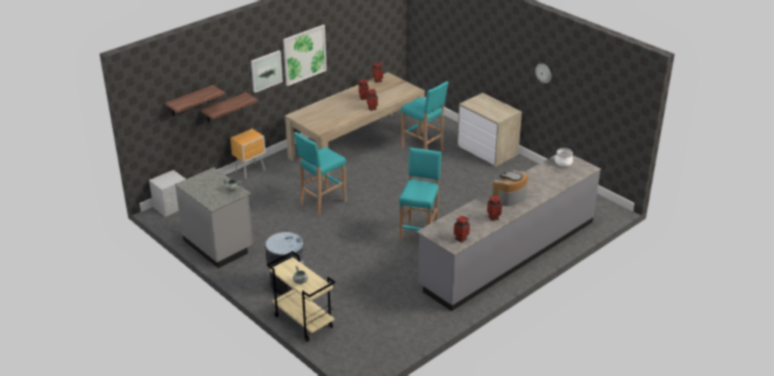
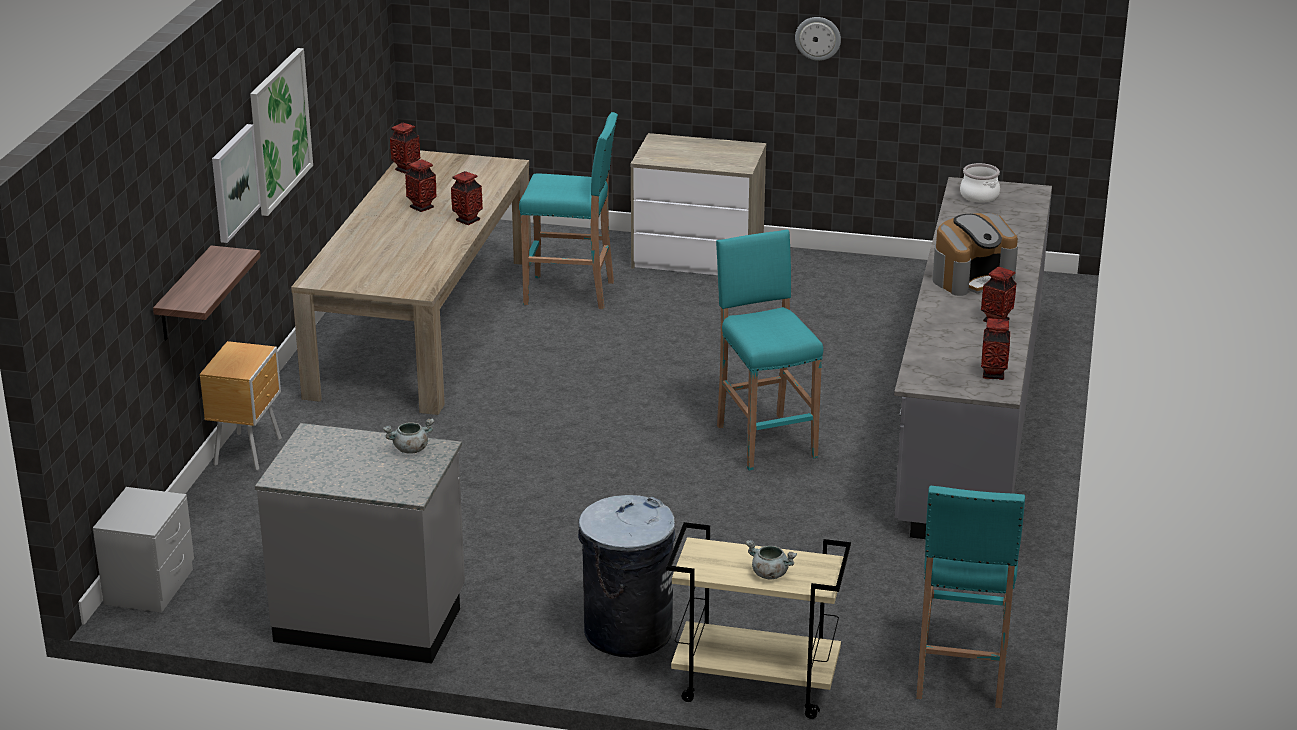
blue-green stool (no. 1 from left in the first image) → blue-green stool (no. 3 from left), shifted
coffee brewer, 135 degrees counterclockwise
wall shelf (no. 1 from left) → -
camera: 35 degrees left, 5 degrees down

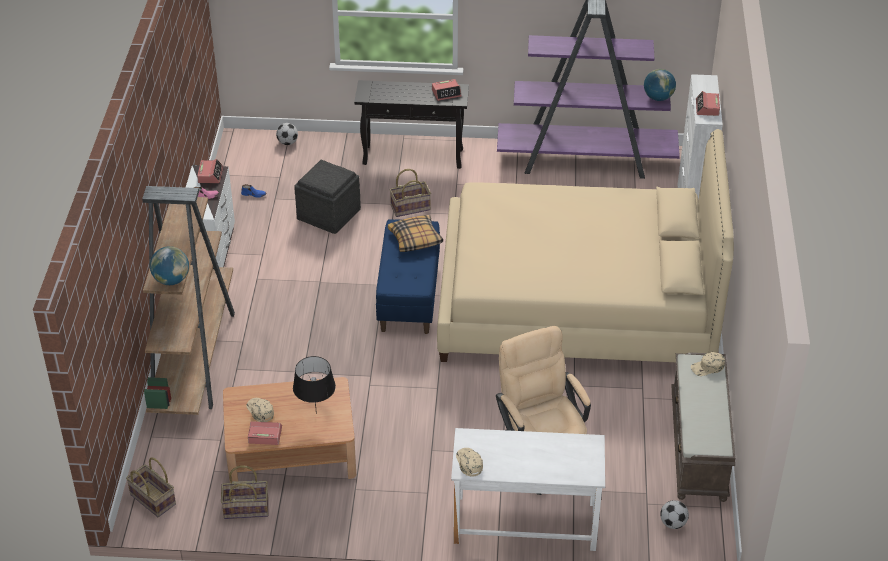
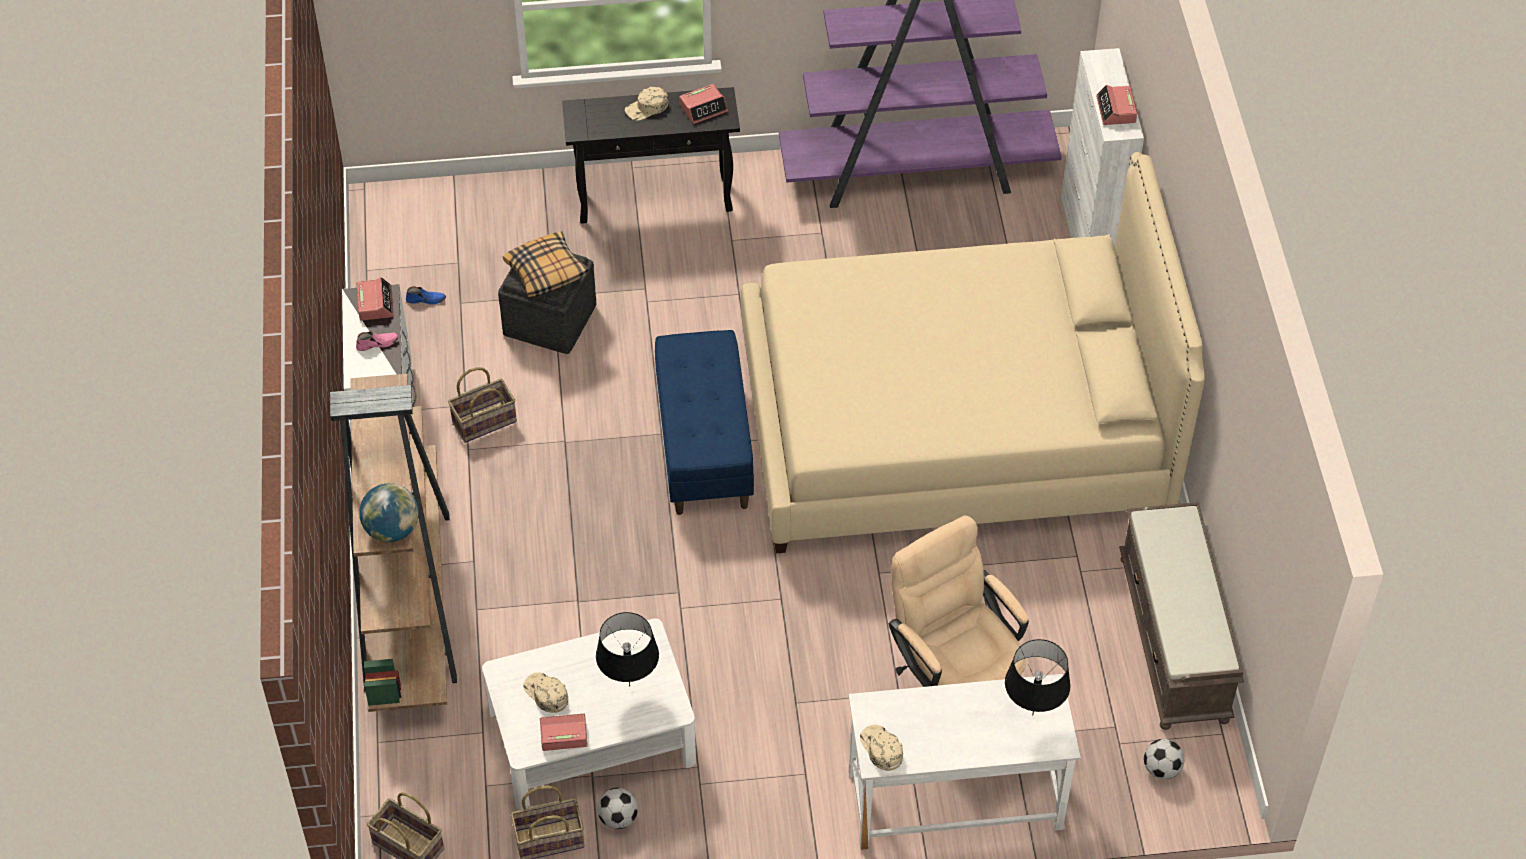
household basket (no. 3 from left in the first image) → household basket (no. 2 from left), shifted
brownish low table → white low table
throw pillow, shifted
football ball (no. 1 from left), shifted
beige cap (no. 3 from left in the first image) → beige cap (no. 2 from left), shifted
- → black-coloured lamp for a table (no. 2 from left)
world globe (no. 2 from left) → -
camera: 10 degrees left, 10 degrees up

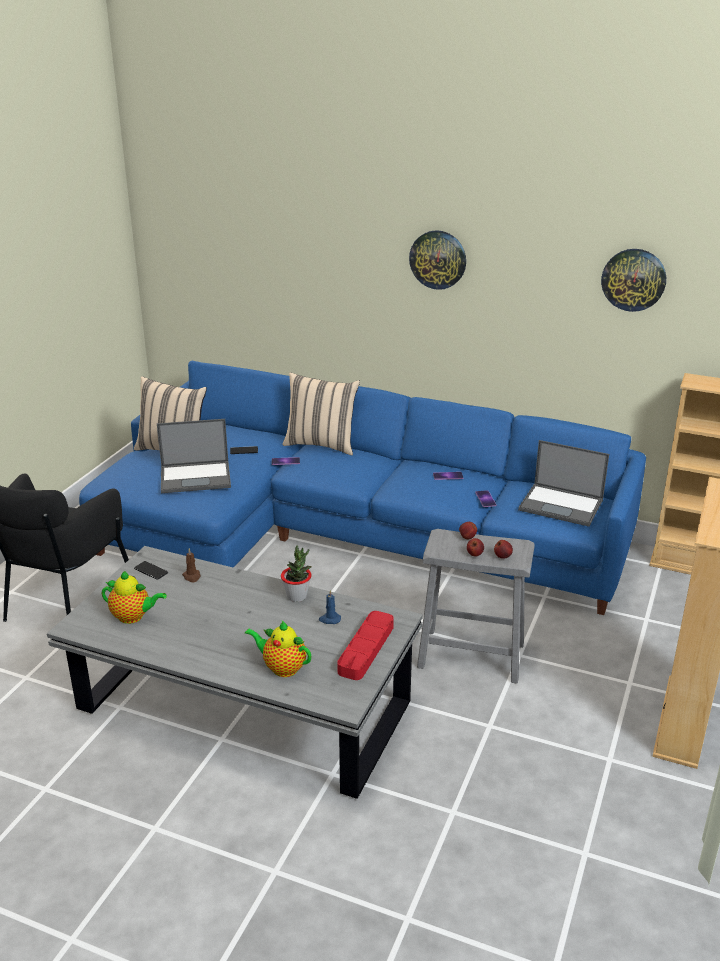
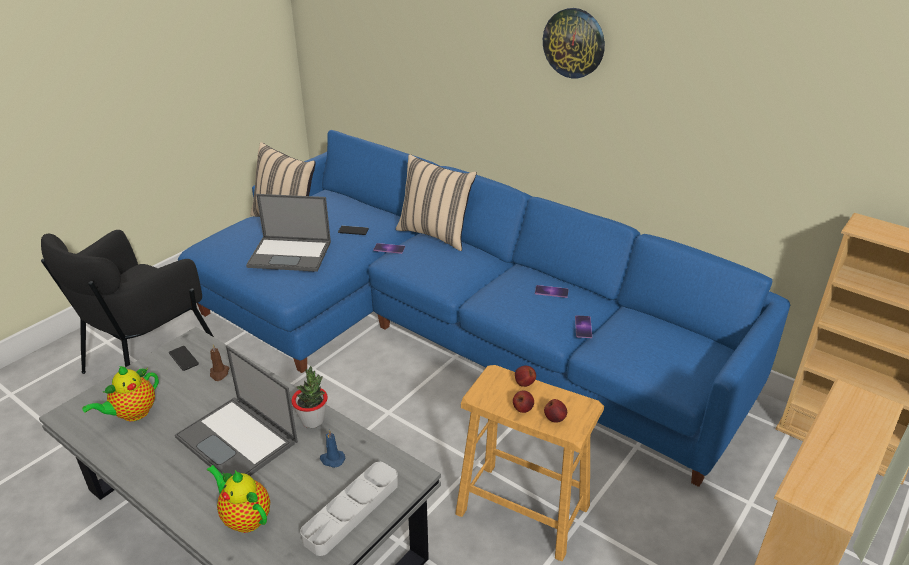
teapot (no. 1 from left), 105 degrees clockwise
laptop (no. 2 from left in the first image) → laptop (no. 1 from left), shifted
red-coloured serving tray → gray serving tray
gray stool → brownish stool
wall clock (no. 2 from left) → -
camera: 15 degrees right, 5 degrees up

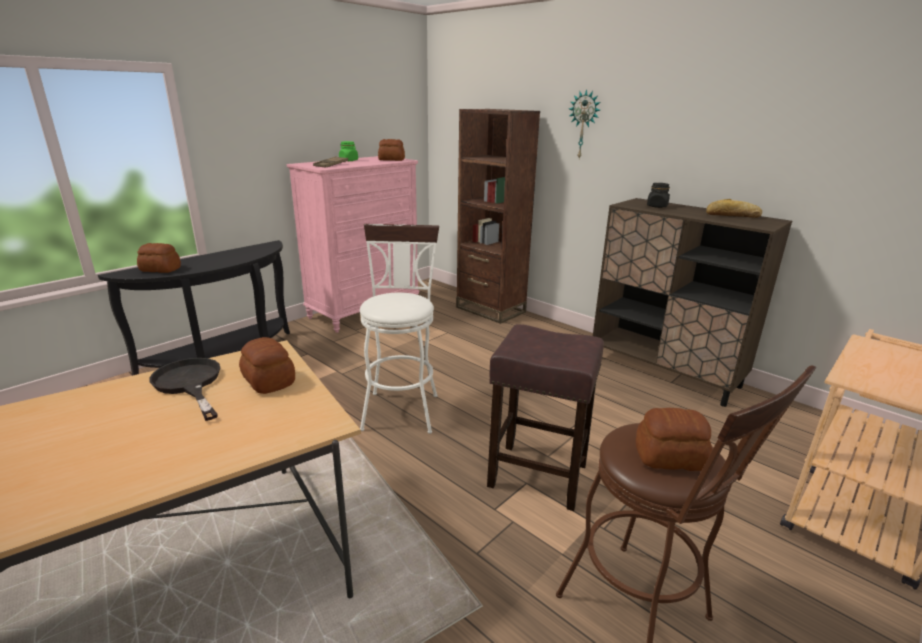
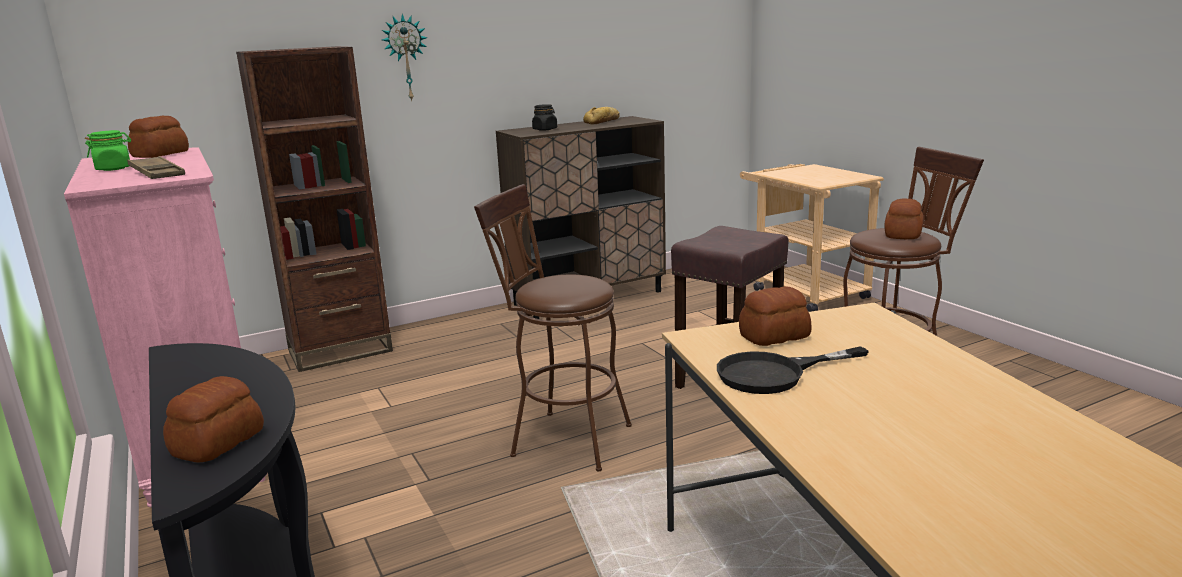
white stool → brownish stool (no. 1 from left)
camera: 70 degrees left, 5 degrees down

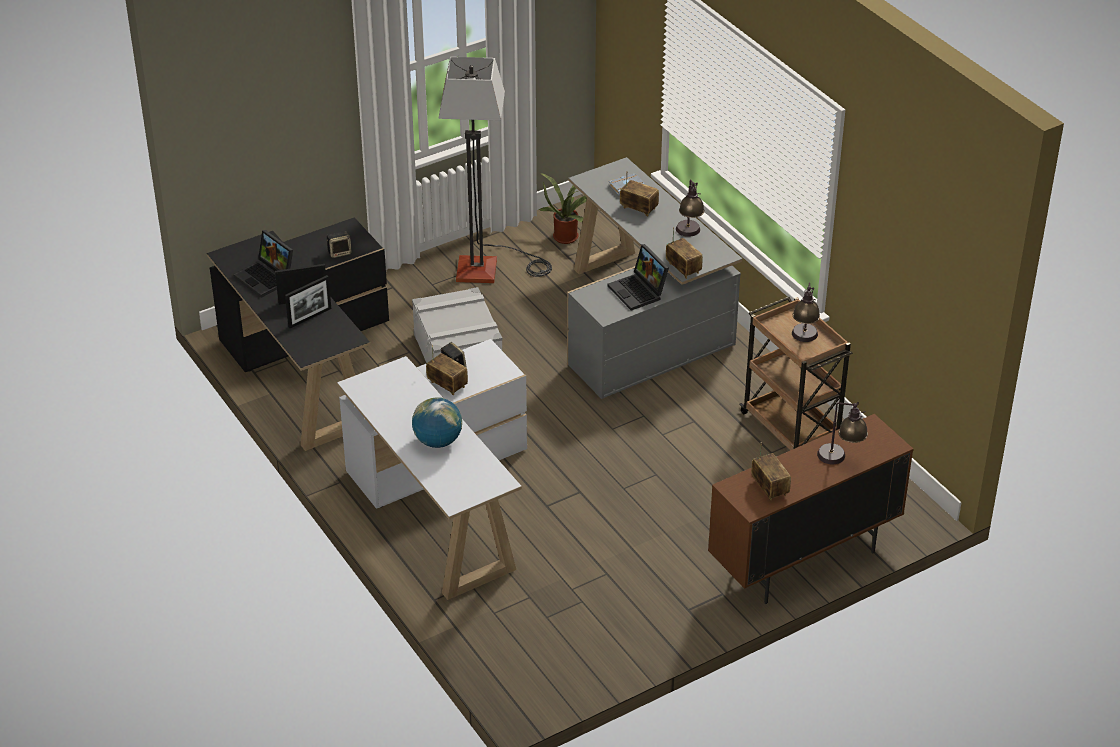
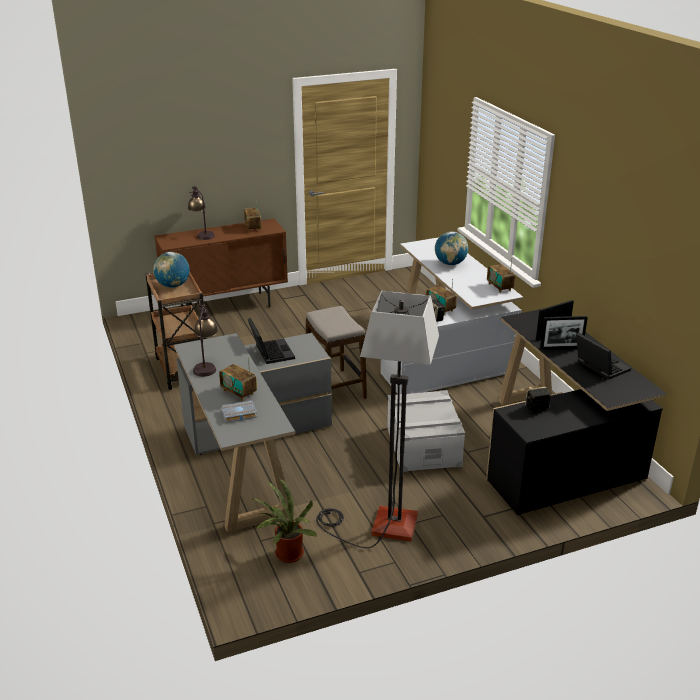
lamp for a table (no. 2 from left) → world globe (no. 1 from left)
- → stool
radio receiver (no. 3 from left in the first image) → radio receiver (no. 4 from left), shifted
camera: 170 degrees left, 10 degrees down

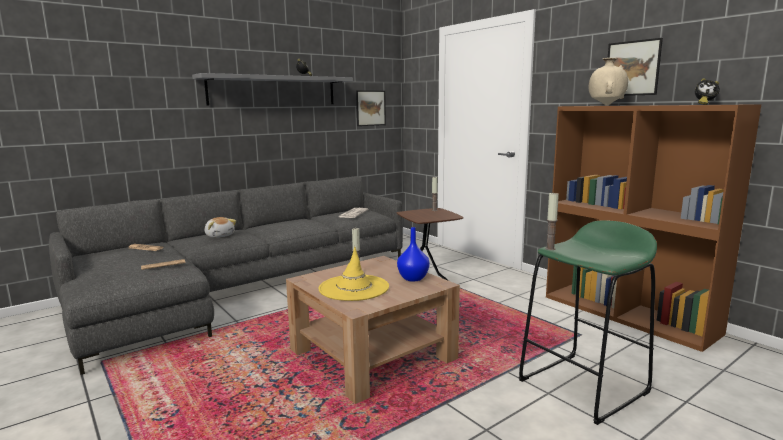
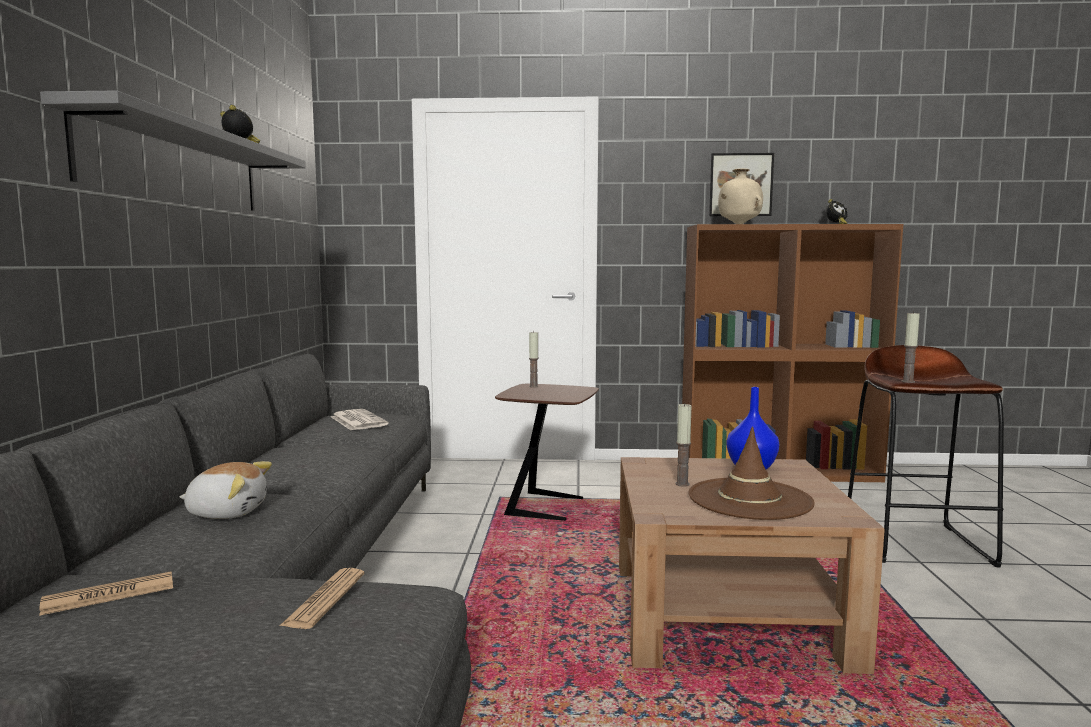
yellow hat → brownish hat
green-coloured stool → brownish stool
wall art (no. 1 from left) → -
camera: 50 degrees left, 5 degrees down

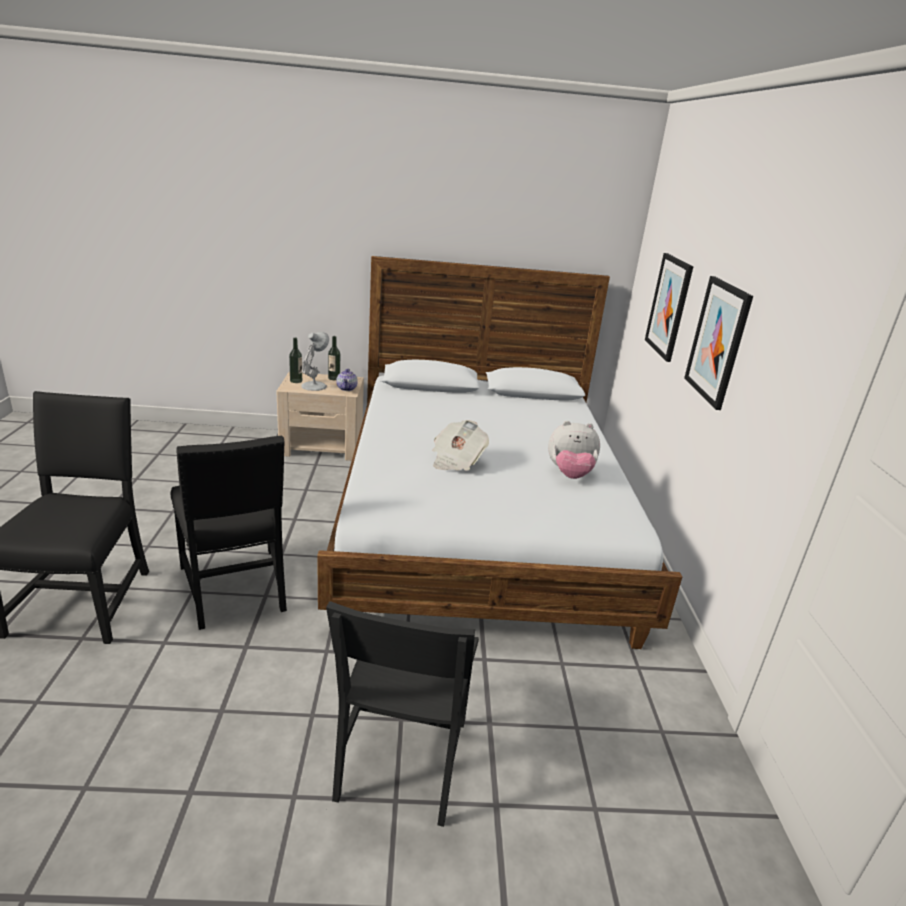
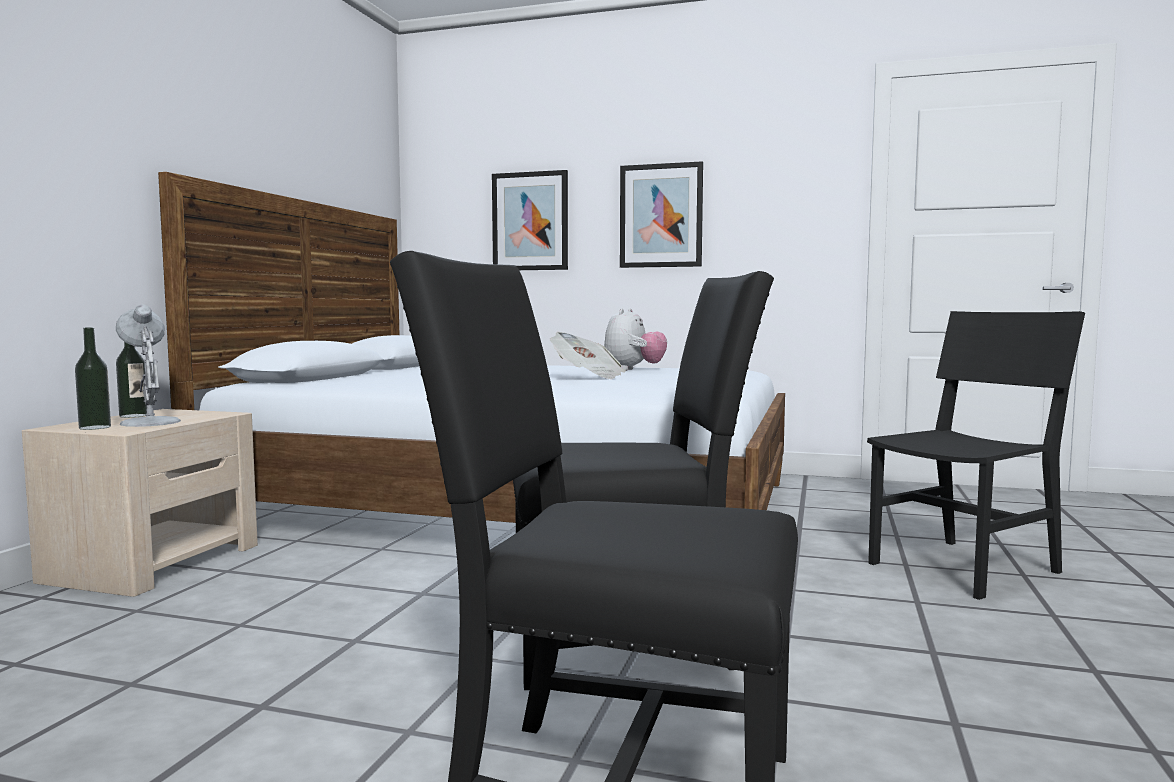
black-coloured plain chair (no. 3 from left), 60 degrees counterclockwise
teapot → -
camera: 70 degrees left, 20 degrees down

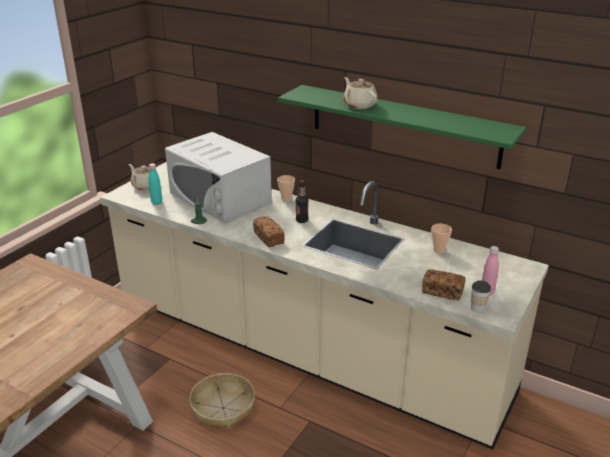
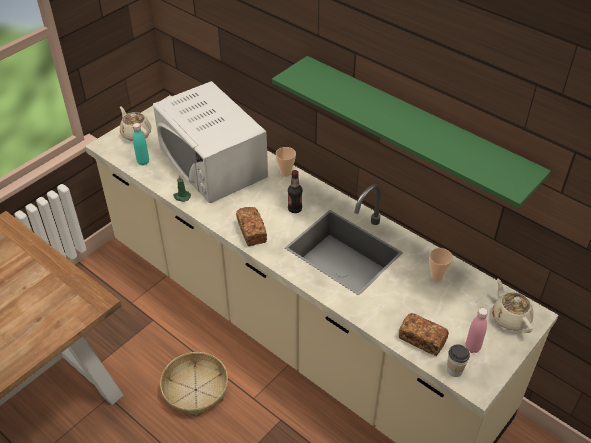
beige teapot (no. 2 from left), shifted
camera: 10 degrees right, 15 degrees up

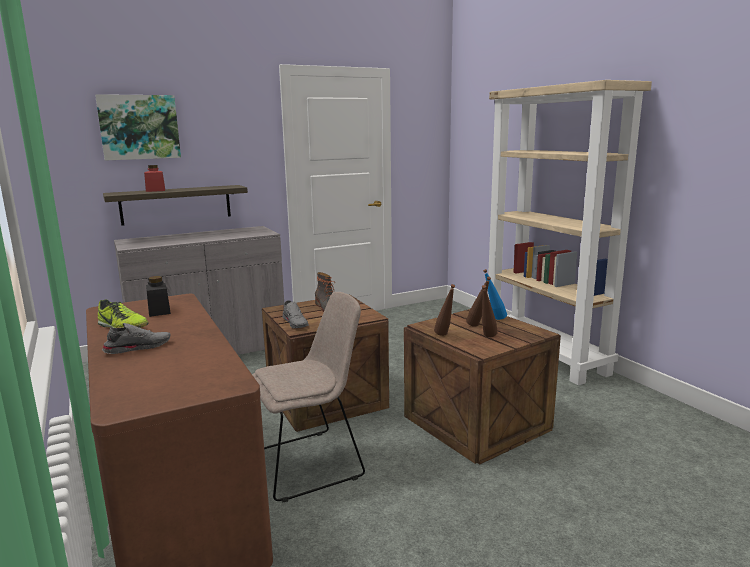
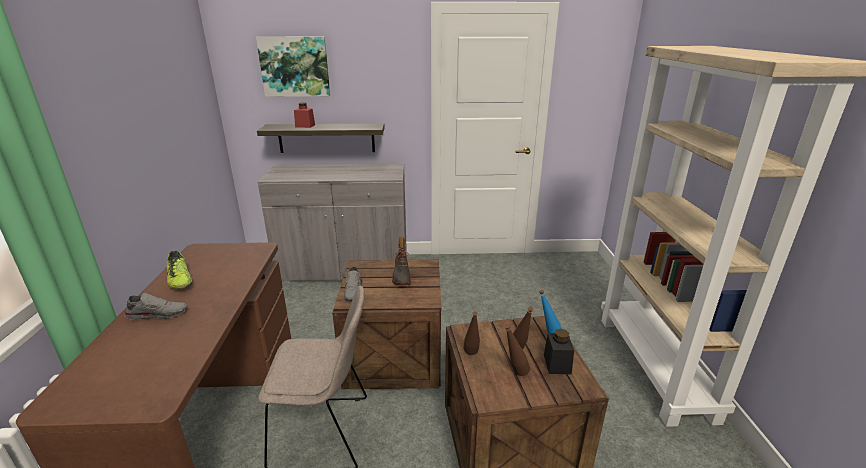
black-coloured jar, shifted
camera: 25 degrees right, 10 degrees up

